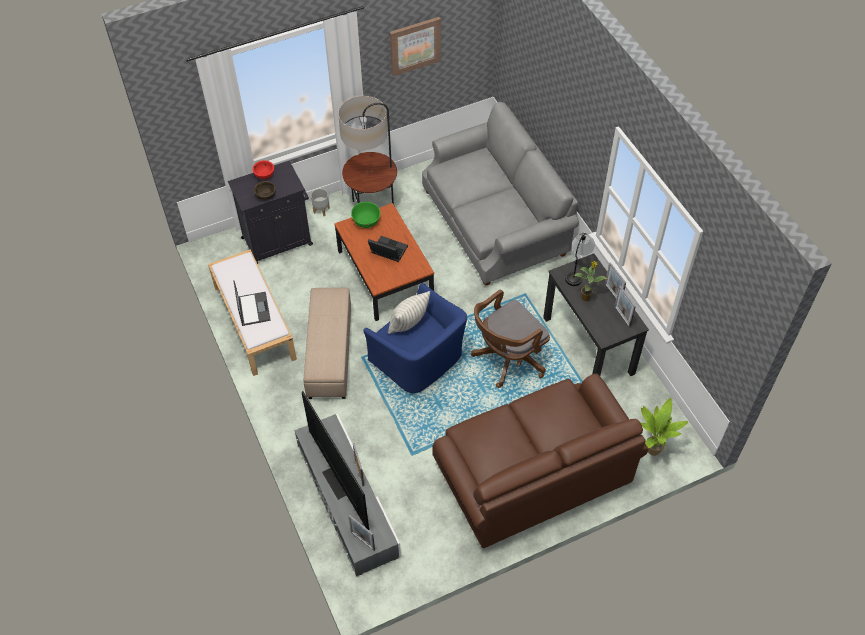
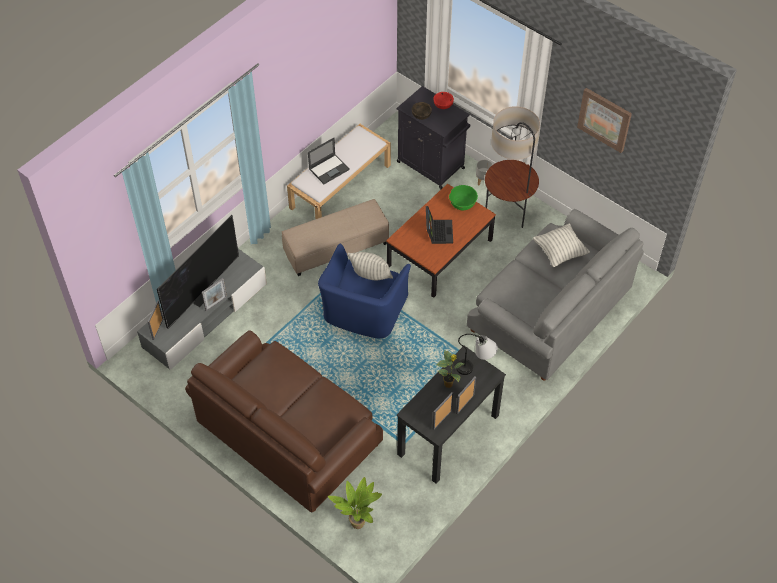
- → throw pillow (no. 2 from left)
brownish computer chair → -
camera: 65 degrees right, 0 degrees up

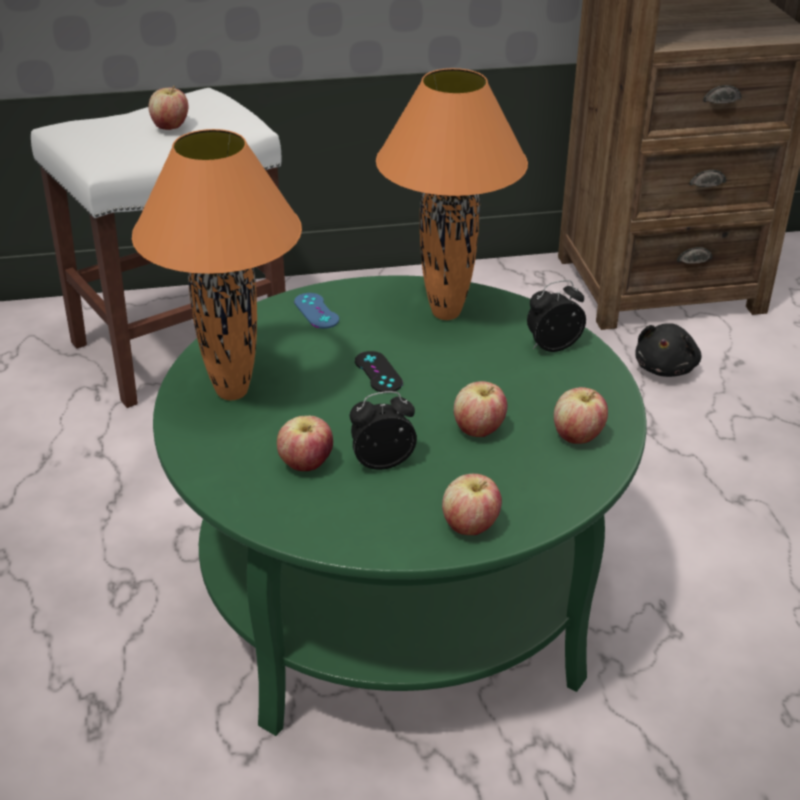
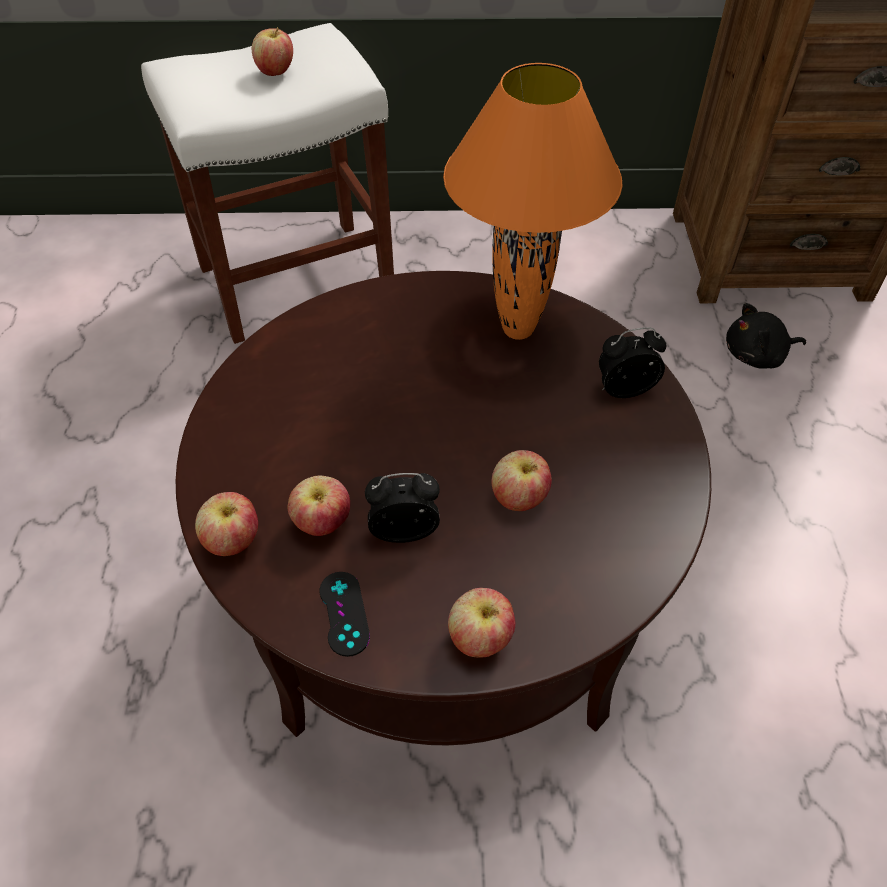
green-coloured low table → brownish low table
apple fruit (no. 5 from left in the first image) → apple fruit (no. 1 from left), shifted
black-coloured game controller, shifted
black-coloured plush toy, 45 degrees clockwise
orange lamp for a table (no. 1 from left) → -
blue-coloured game controller → -
camera: 10 degrees right, 15 degrees up

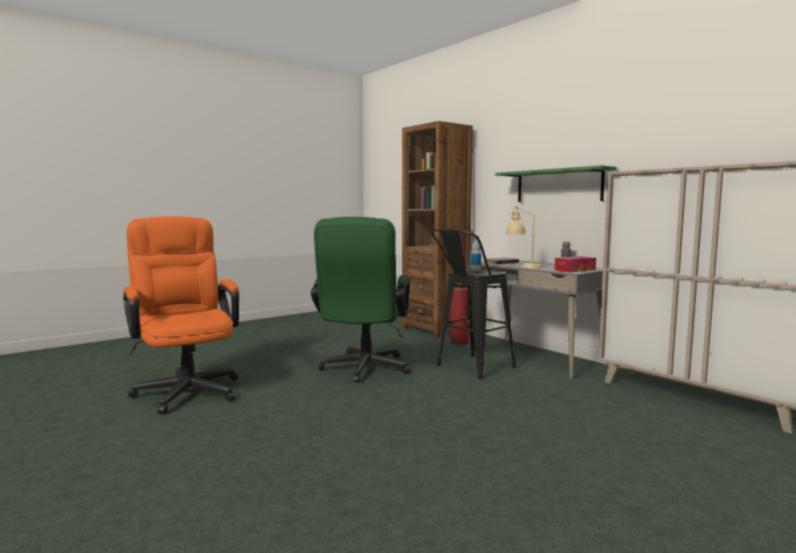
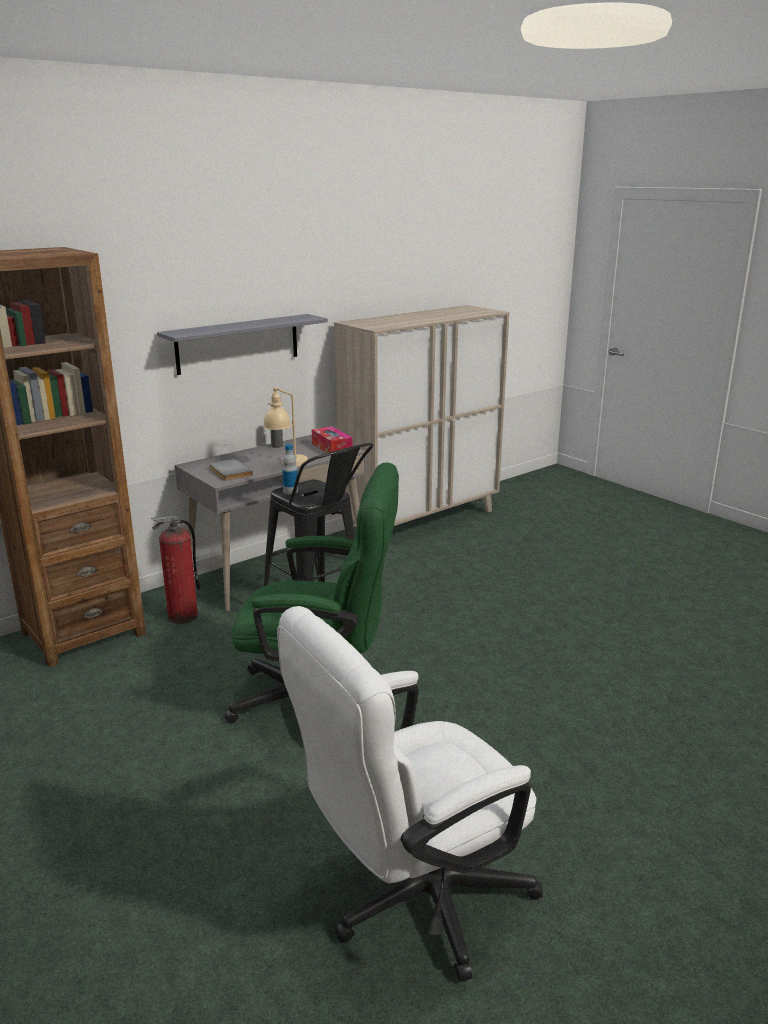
green-coloured wall shelf → gray wall shelf
orange computer chair → white computer chair
camera: 90 degrees left, 15 degrees up

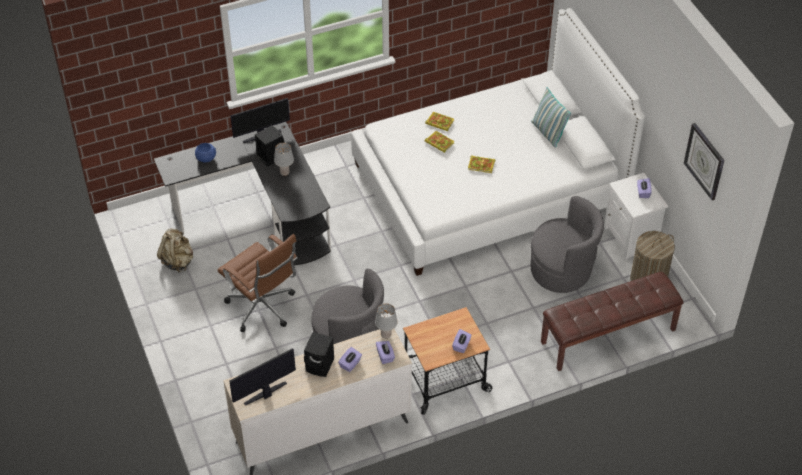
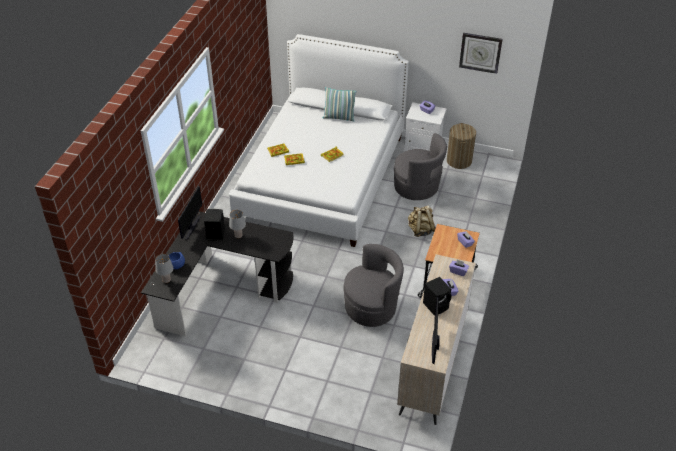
gray lamp for a table (no. 2 from left in the first image) → gray lamp for a table (no. 1 from left), shifted
gray armchair (no. 2 from left), 75 degrees clockwise
beige backpack, shifted
brownish computer chair → -
brownish long seat → -
camera: 50 degrees left, 5 degrees down

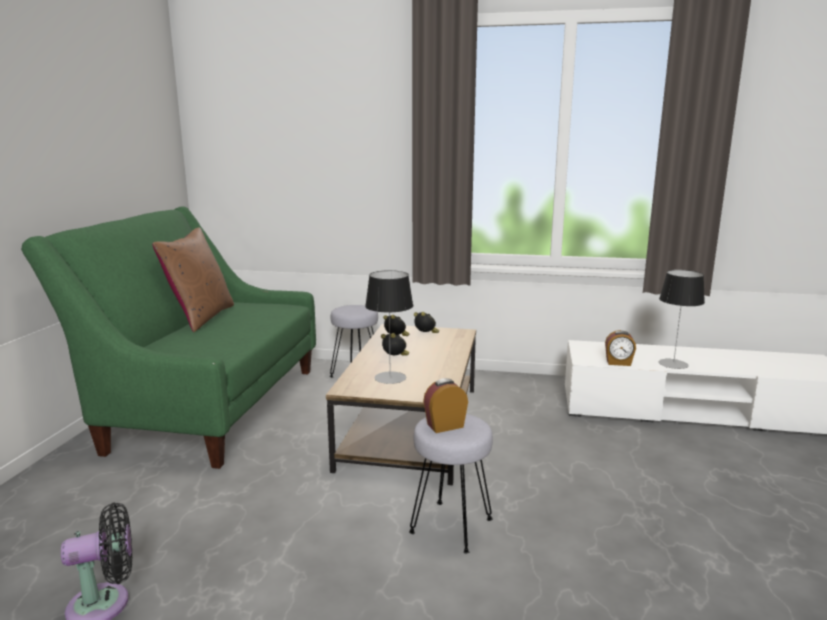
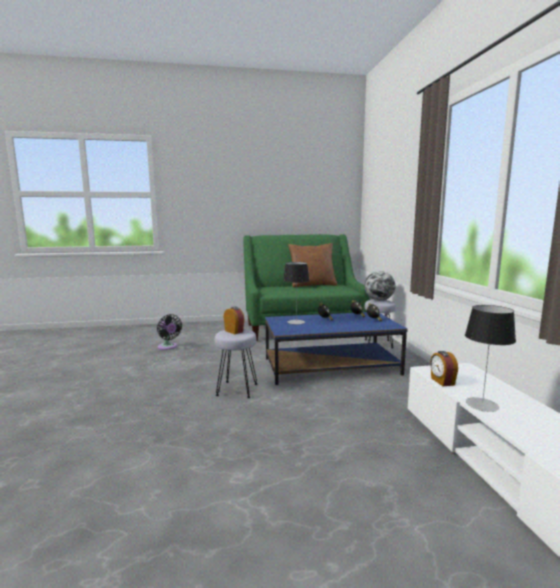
brownish low table → blue-coloured low table
- → world globe
camera: 70 degrees right, 5 degrees down

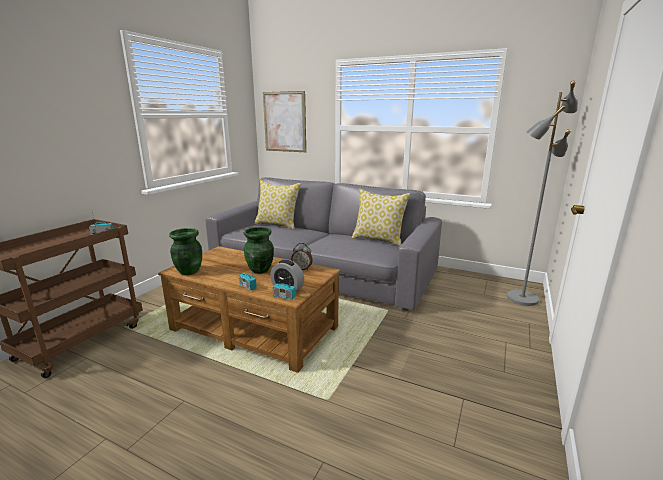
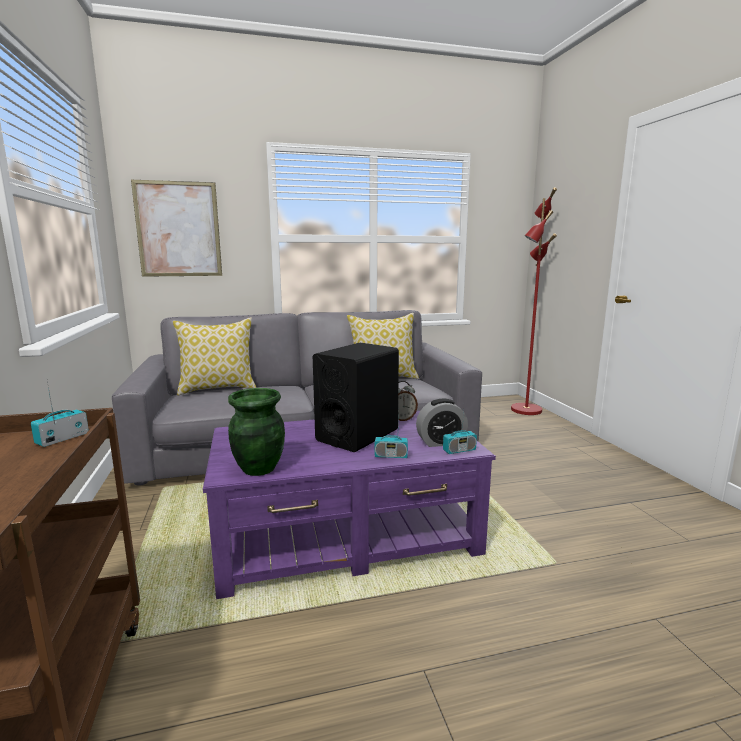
brownish low table → purple low table
green-coloured decorative vase (no. 2 from left) → black-coloured loudspeaker
gray floor lamp → red-coloured floor lamp
camera: 40 degrees left, 5 degrees down

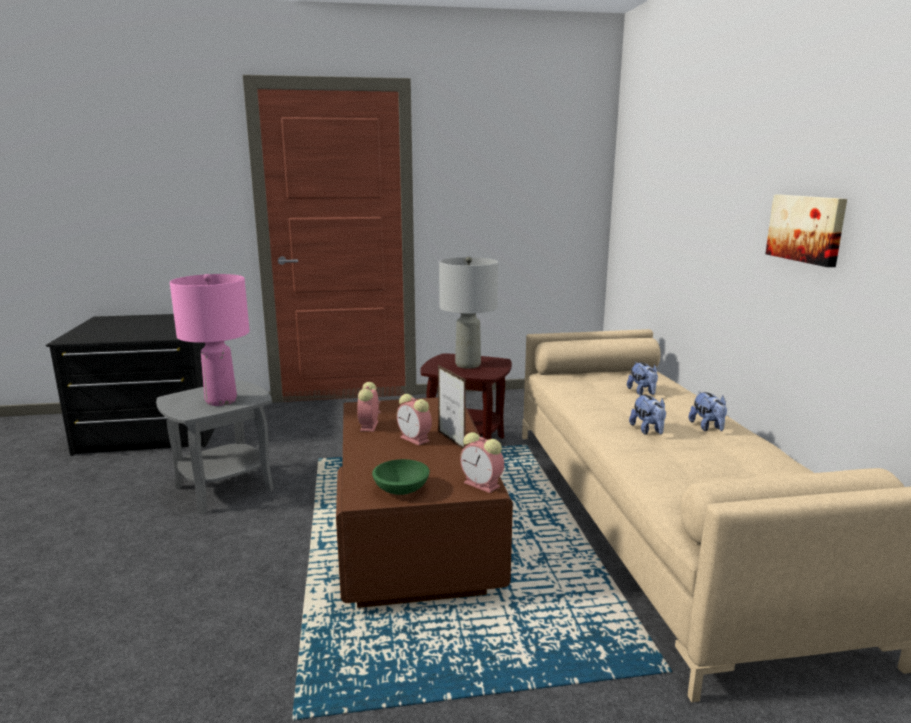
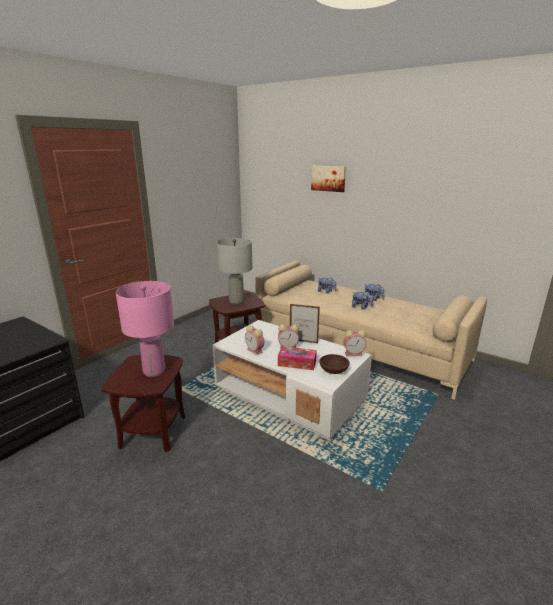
gray side table → brownish side table (no. 1 from left)
brownish low table → white low table
- → tissue box
wall art, shifted
green-coloured bowl → brownish bowl
camera: 45 degrees left, 5 degrees up

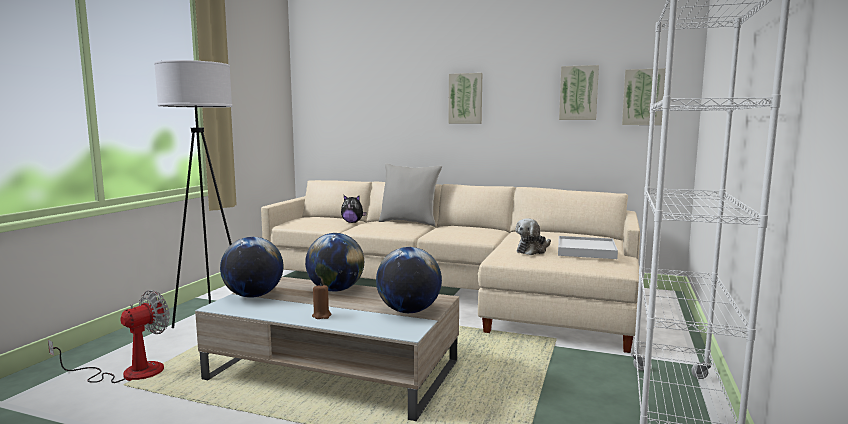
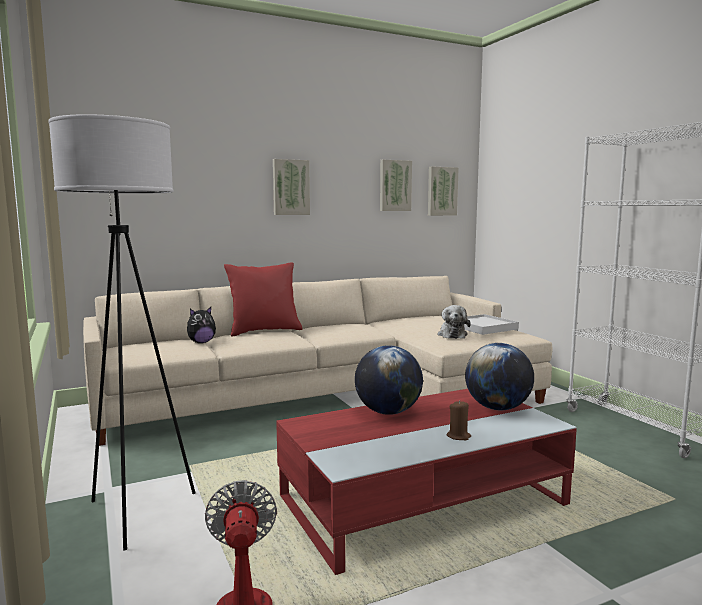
gray throw pillow → red-coloured throw pillow
beige low table → red-coloured low table
world globe (no. 1 from left) → -
camera: 45 degrees left, 0 degrees up

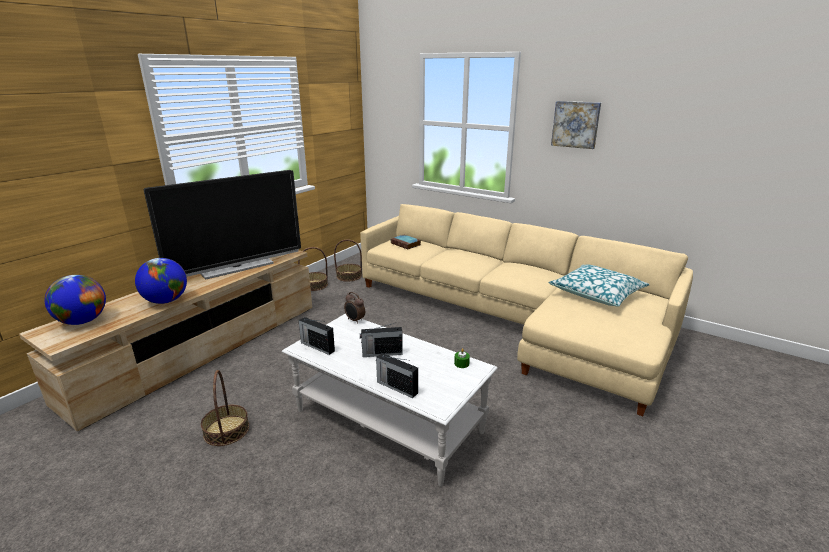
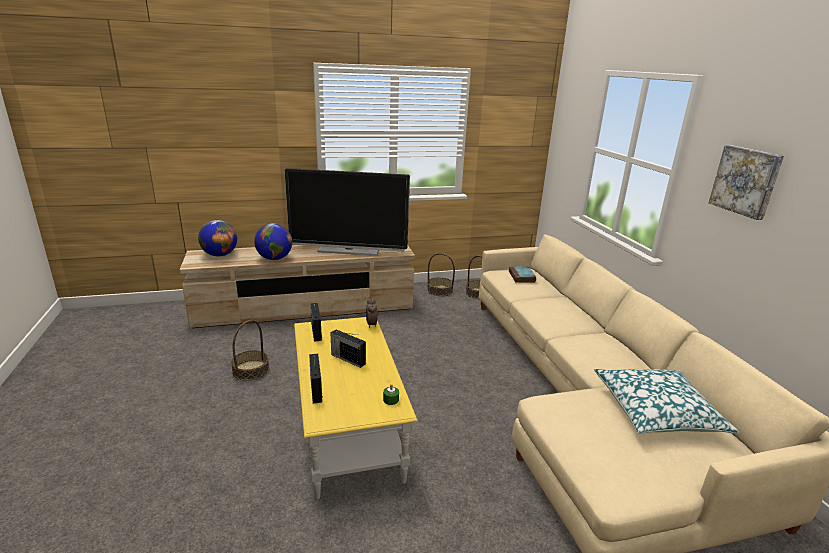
white low table → yellow low table
camera: 40 degrees right, 0 degrees up

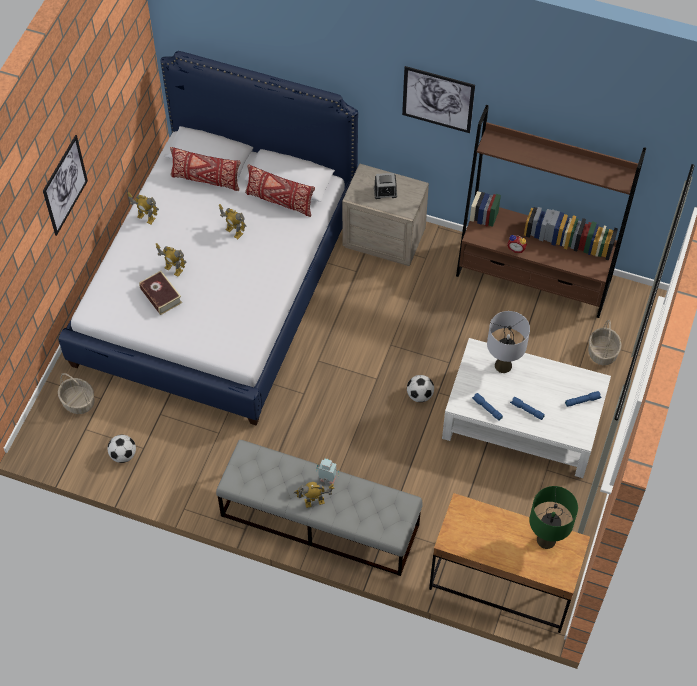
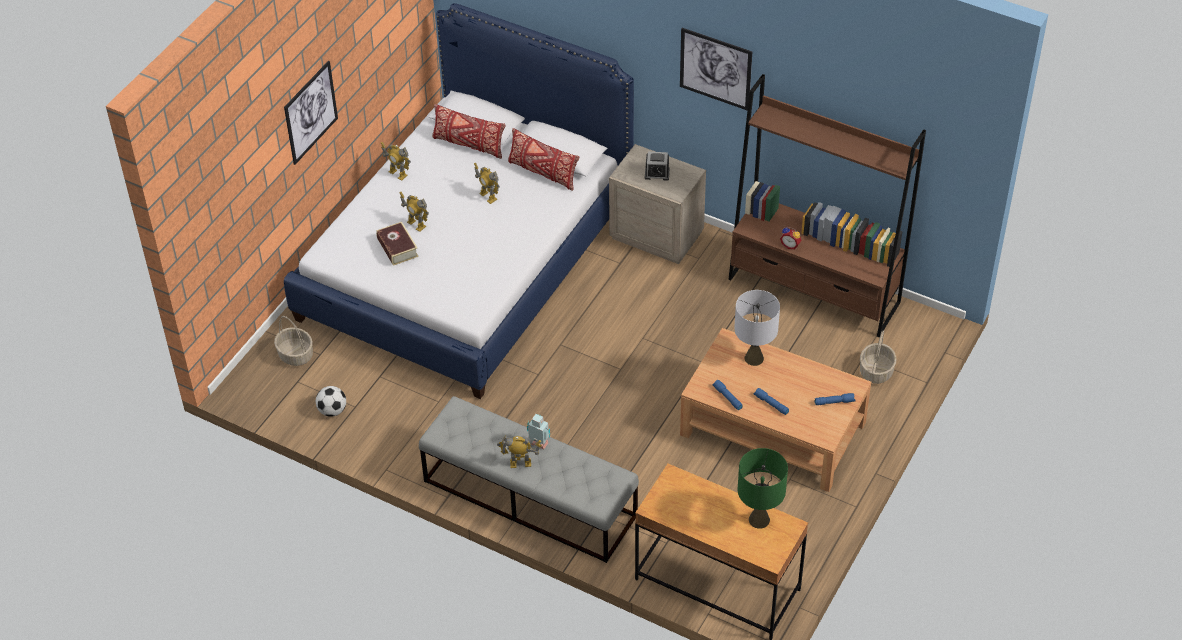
white low table → brownish low table
football ball (no. 2 from left) → -
camera: 10 degrees right, 10 degrees down

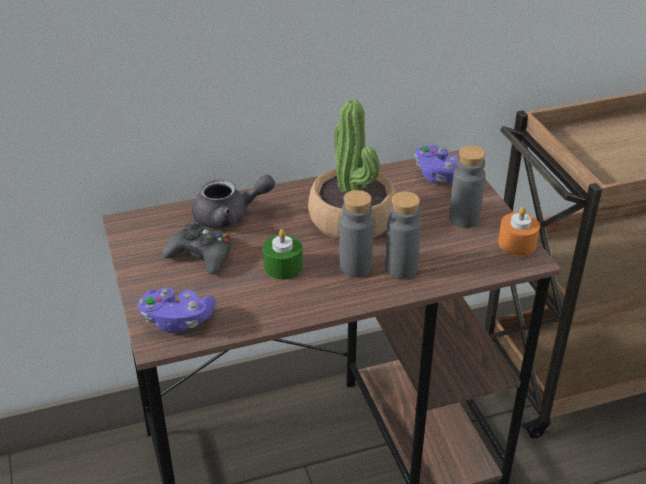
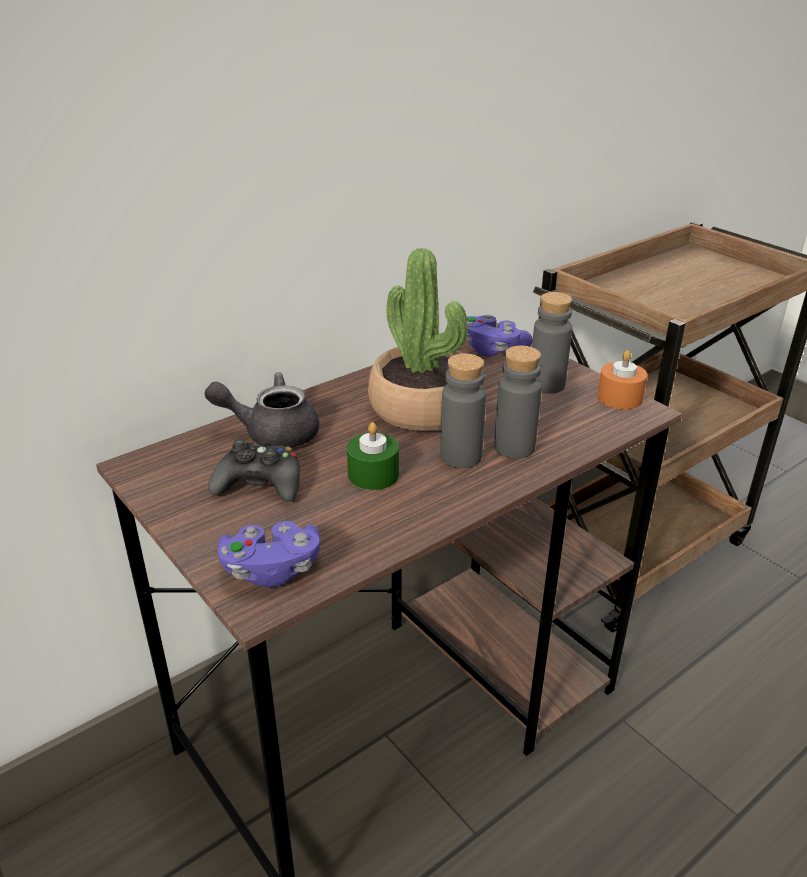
gray teapot, 150 degrees counterclockwise
camera: 20 degrees left, 5 degrees down

